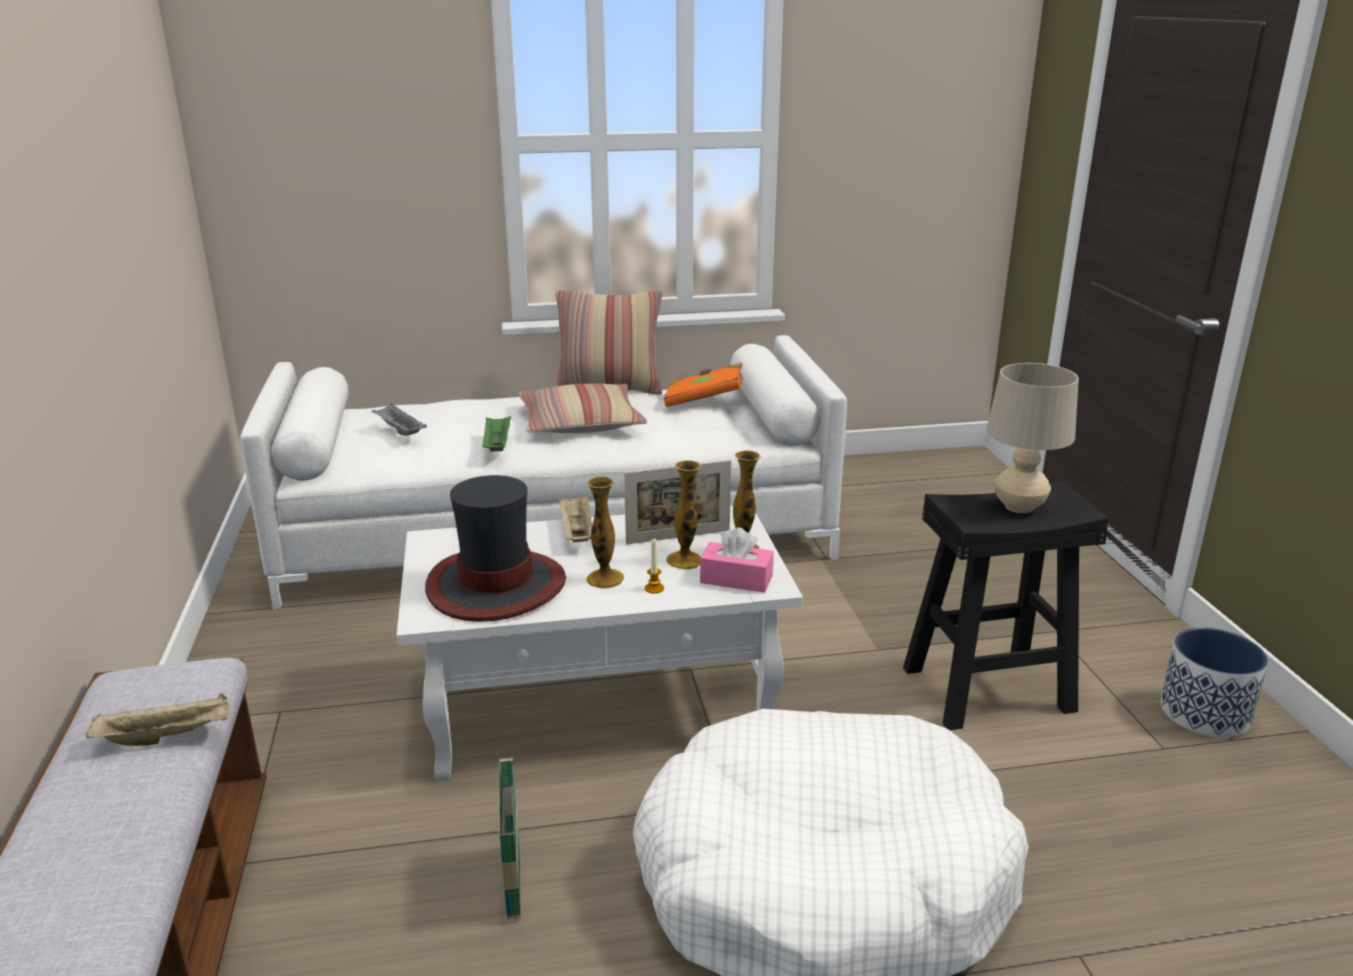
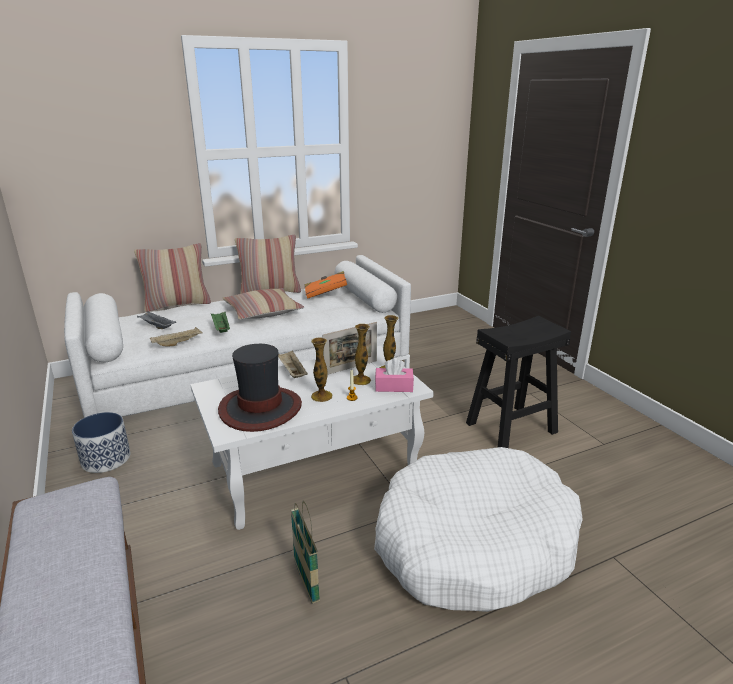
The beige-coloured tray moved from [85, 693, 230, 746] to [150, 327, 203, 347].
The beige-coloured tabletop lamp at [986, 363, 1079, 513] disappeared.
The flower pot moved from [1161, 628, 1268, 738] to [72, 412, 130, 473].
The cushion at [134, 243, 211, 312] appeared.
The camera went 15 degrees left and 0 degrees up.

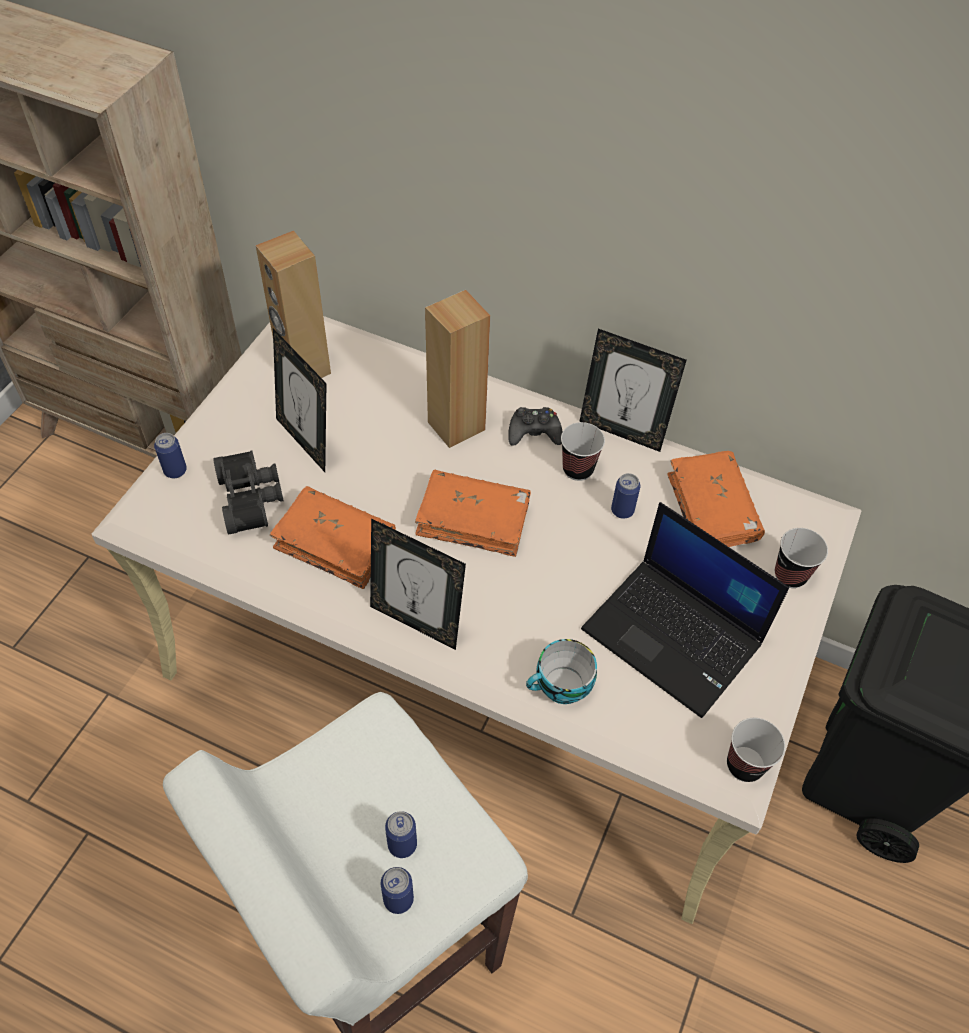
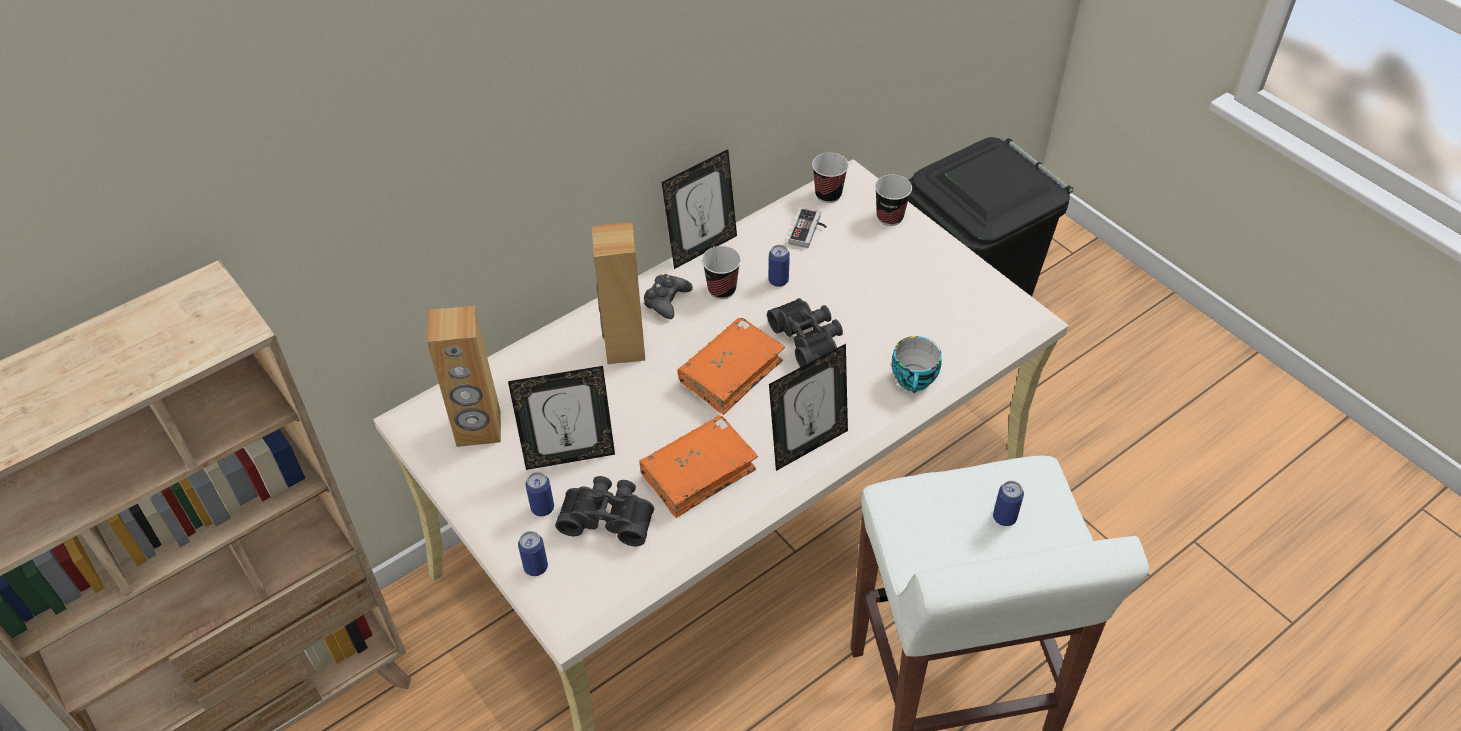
The sealed can moved from [381, 867, 414, 914] to [525, 472, 554, 516].
The laptop at [581, 502, 789, 718] disappeared.
The orange-coloured volume at [668, 451, 765, 547] was replaced by the joypad at [788, 208, 827, 248].
The drinking cup moved from [727, 718, 785, 782] to [812, 153, 849, 203].
The blackish binoculars at [767, 298, 843, 367] appeared.
The camera went 60 degrees left and 5 degrees down.

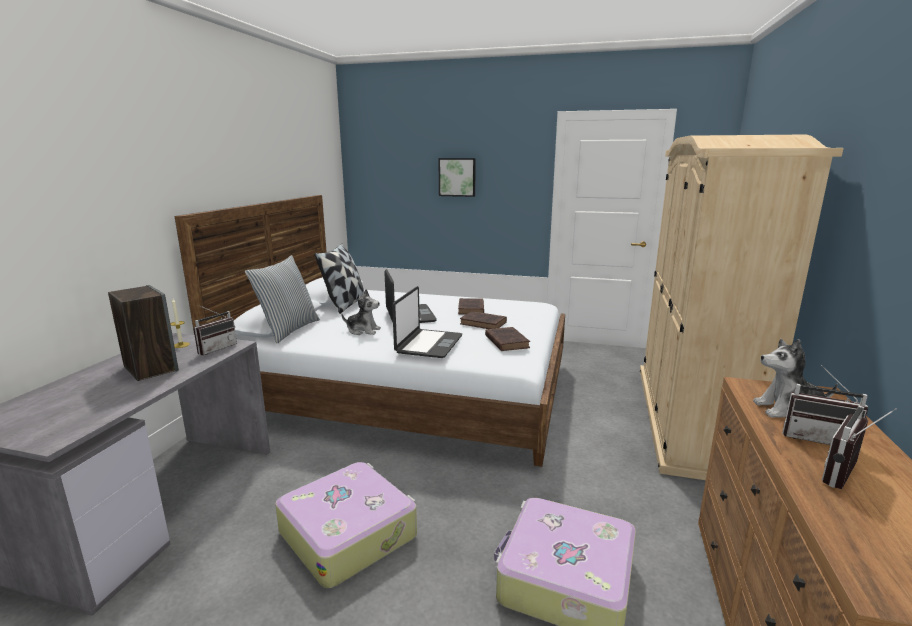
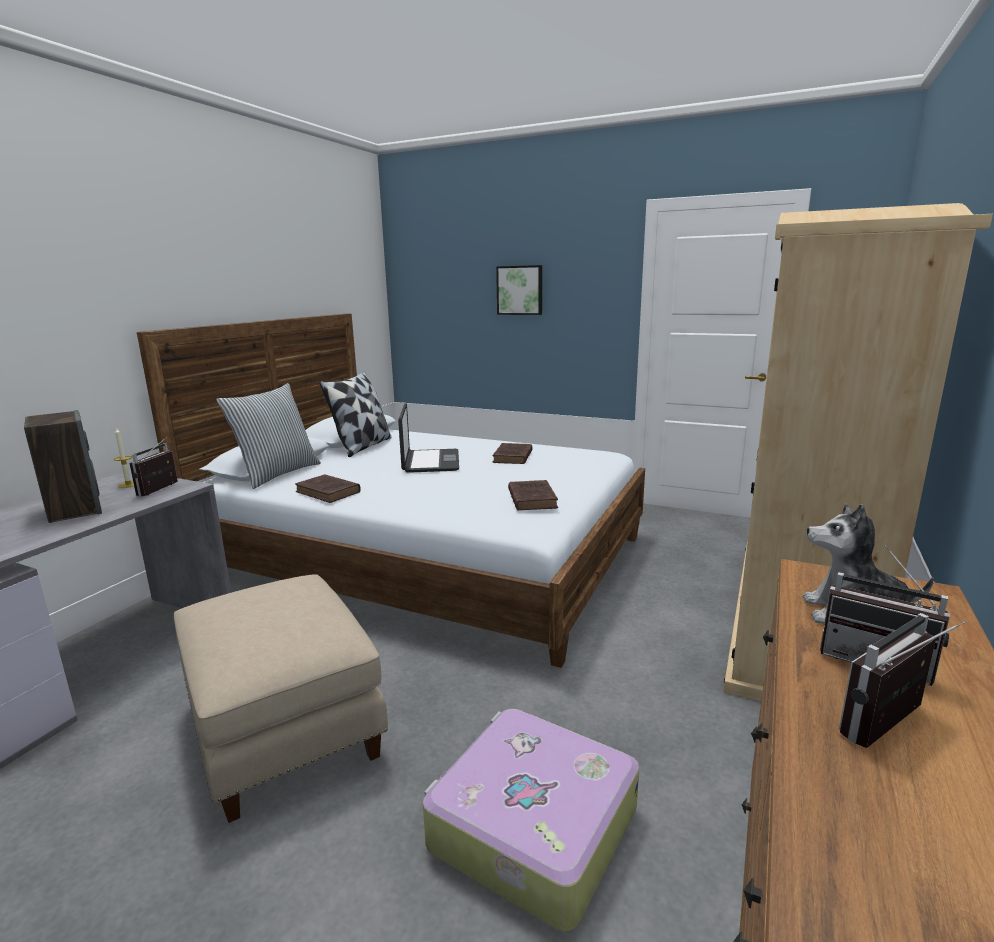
The radio set at [193, 306, 237, 356] turned 150 degrees clockwise.
The piece of luggage at [275, 462, 417, 589] was replaced by the beige-coloured footrest at [174, 574, 388, 823].
The soft toy at [341, 289, 381, 335] disappeared.
The laptop at [392, 286, 462, 358] disappeared.
The brownish volume moved from [460, 311, 507, 329] to [295, 474, 361, 503].
The camera went 10 degrees right and 0 degrees up.

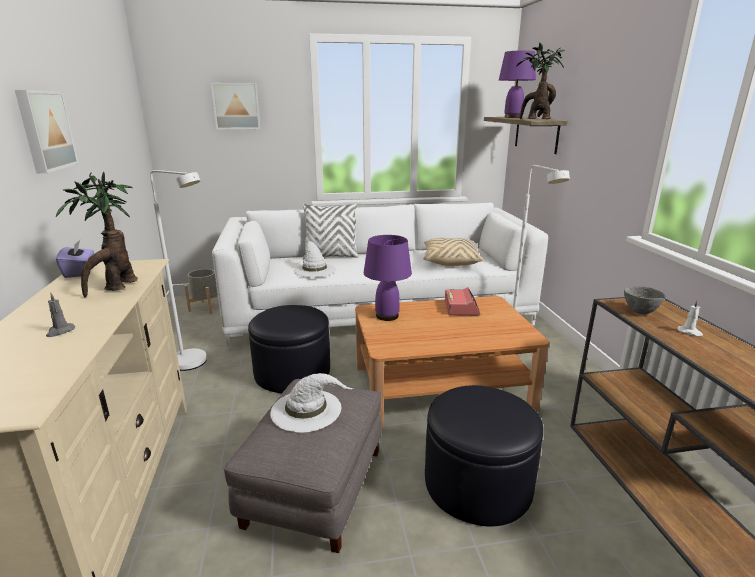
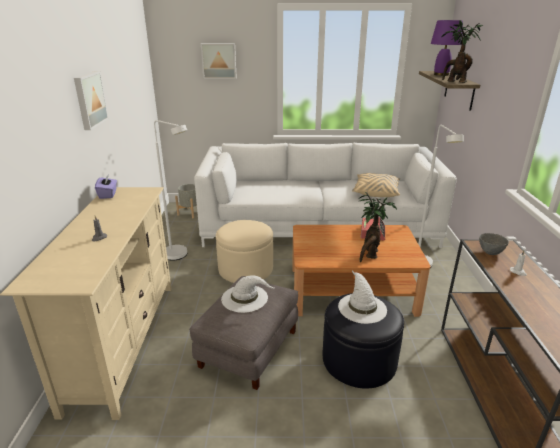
The houseplant moved from [56, 172, 138, 298] to [359, 192, 397, 262].
The blackish footrest at [248, 305, 330, 393] became the beige-coloured footrest at [216, 220, 273, 283].
The white clothing hat moved from [294, 241, 336, 278] to [338, 270, 387, 324].
The white cushion at [303, 204, 359, 259] disappeared.
The purple tabletop lamp at [364, 235, 412, 321] disappeared.
The camera went 10 degrees right and 5 degrees up.

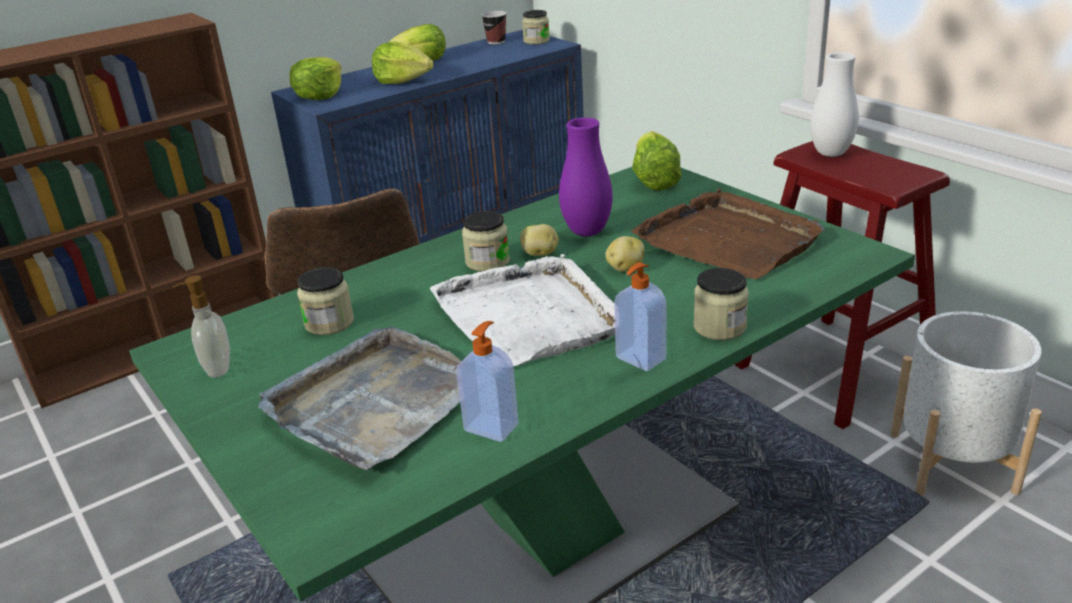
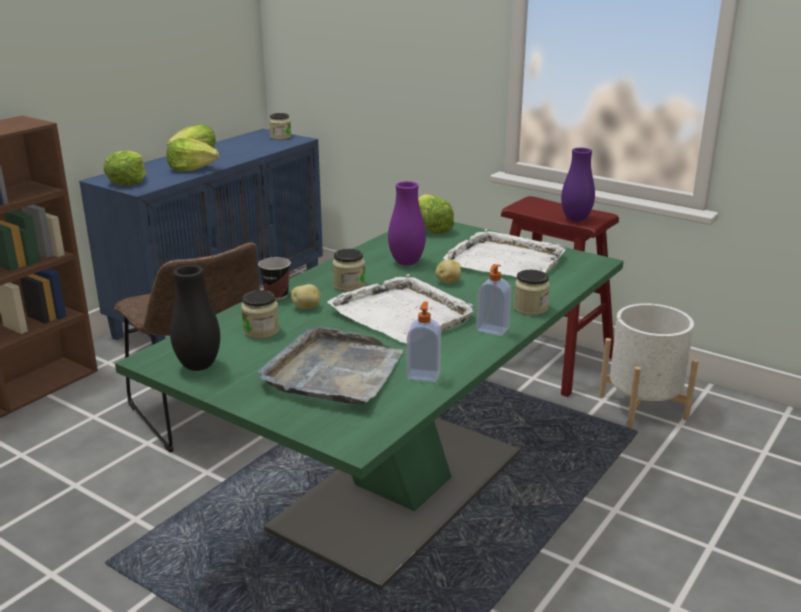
The soap dispenser at [173, 275, 230, 378] was replaced by the blackish decorative vase at [170, 265, 220, 371].
The drinking cup moved from [482, 11, 507, 45] to [258, 257, 291, 300].
The spud moved from [520, 224, 559, 256] to [291, 284, 321, 309].
The brownish tray at [631, 188, 825, 279] became the white tray at [443, 229, 566, 277].
The white decorative vase at [810, 52, 859, 157] disappeared.
The purple decorative vase at [561, 148, 595, 222] appeared.
The camera went 20 degrees left and 5 degrees down.

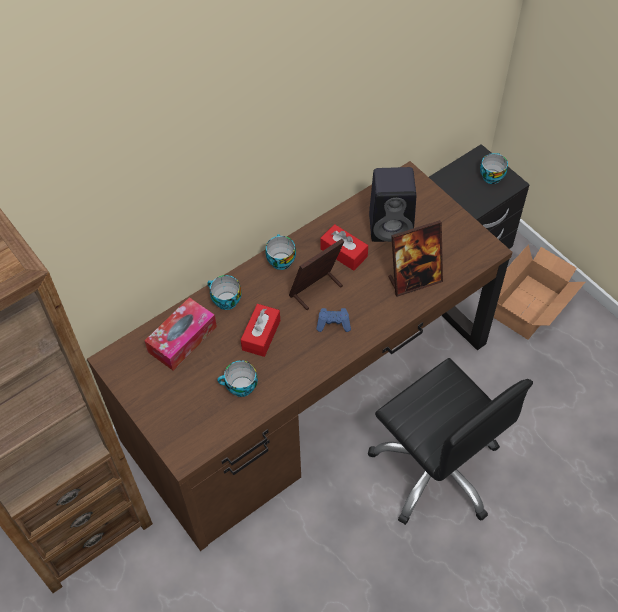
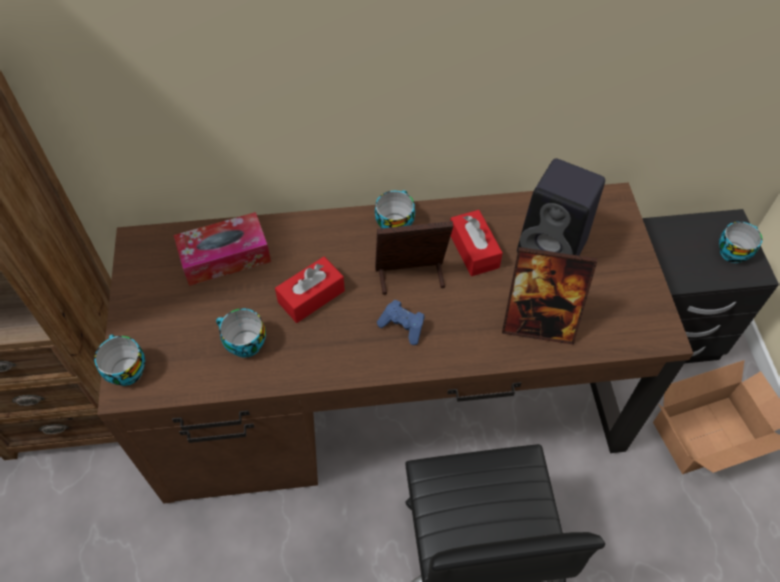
The drinking cup moved from [207, 275, 242, 310] to [94, 334, 145, 386].
The camera went 30 degrees right and 0 degrees up.

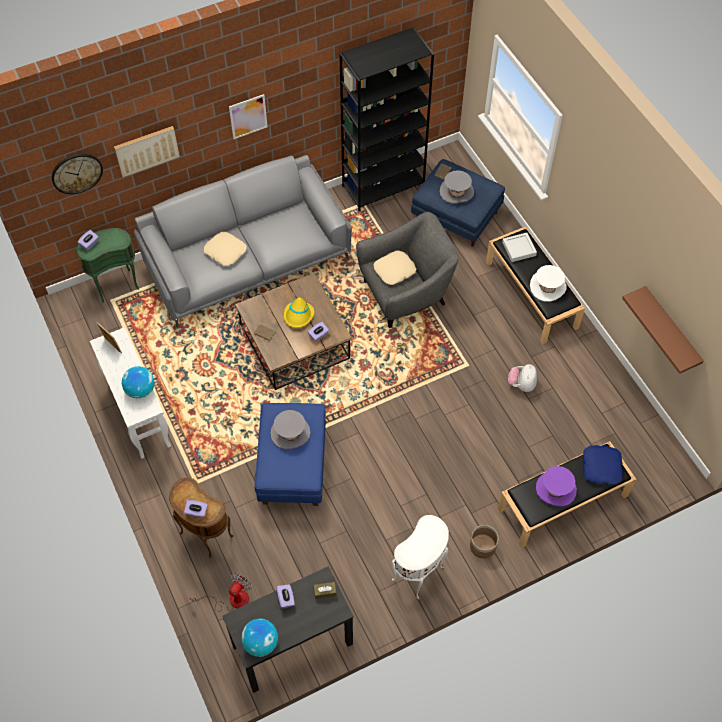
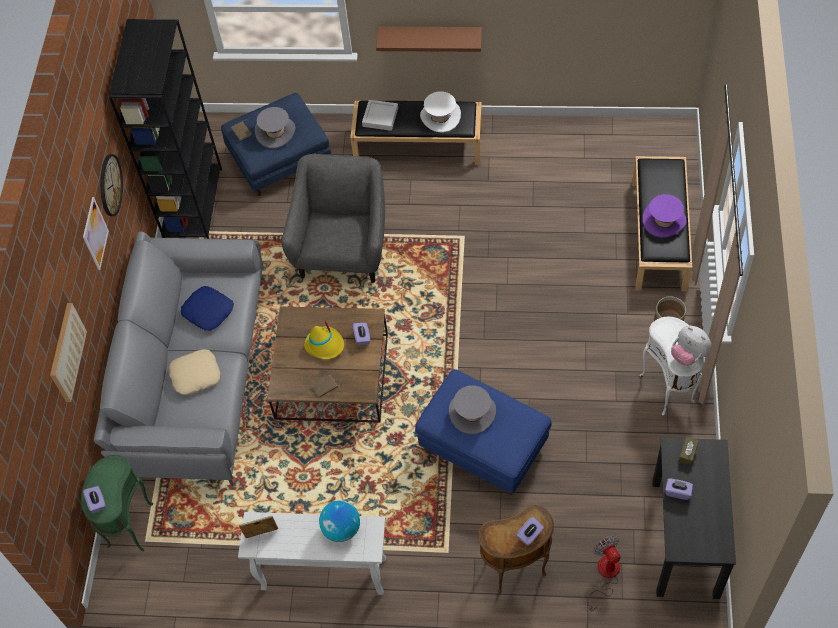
The clock on the wall moved from [52, 154, 103, 194] to [100, 154, 123, 216].
The globe at [241, 619, 278, 657] disappeared.
The beige-coloured cushion at [374, 251, 416, 285] disappeared.
The soft toy moved from [508, 364, 537, 392] to [671, 326, 712, 366].
The blue cushion moved from [583, 445, 623, 485] to [181, 286, 234, 331].
The brownish bracket shelf moved from [622, 286, 704, 374] to [376, 27, 482, 52].
The camera went 55 degrees left and 0 degrees up.

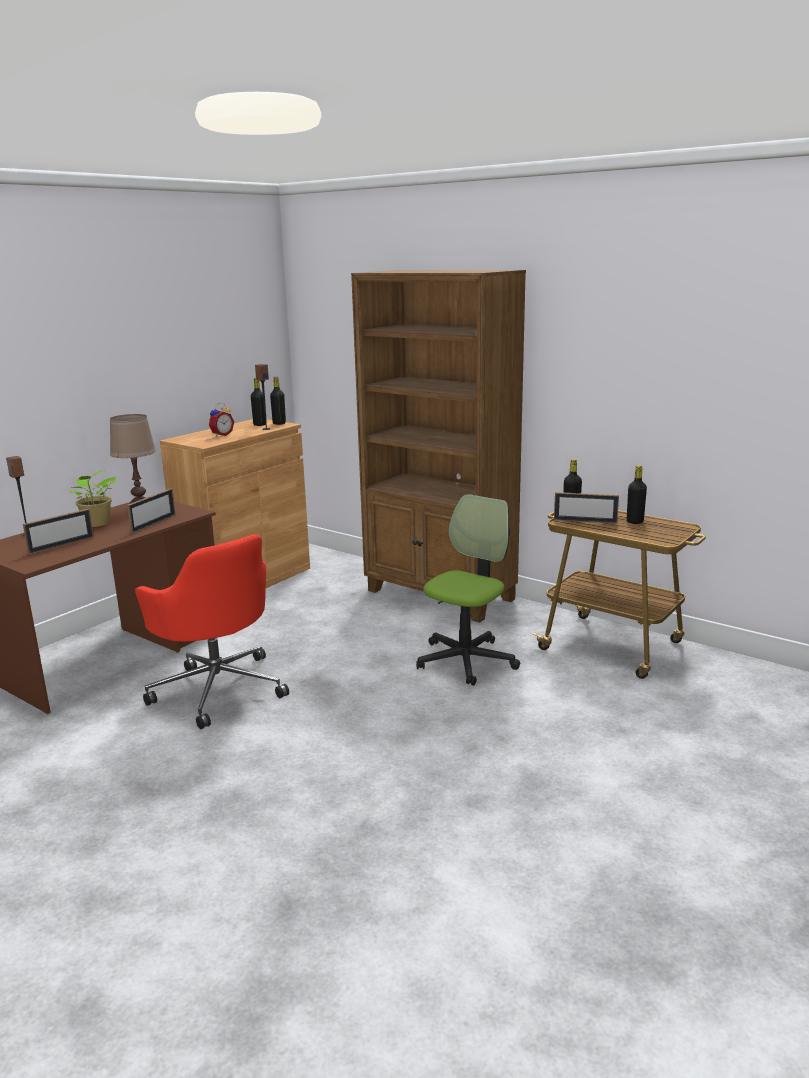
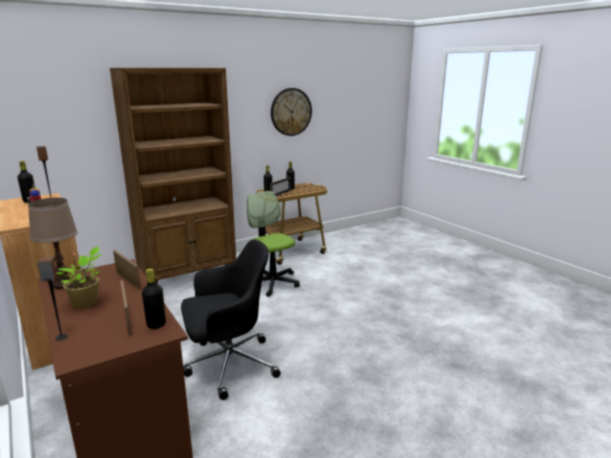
The red computer chair at [135, 534, 289, 729] became the blackish computer chair at [181, 239, 281, 400].
The blackish bottle moved from [270, 377, 286, 425] to [142, 269, 166, 329].
The clock on the wall at [271, 88, 312, 136] appeared.
The camera went 70 degrees left and 0 degrees up.

